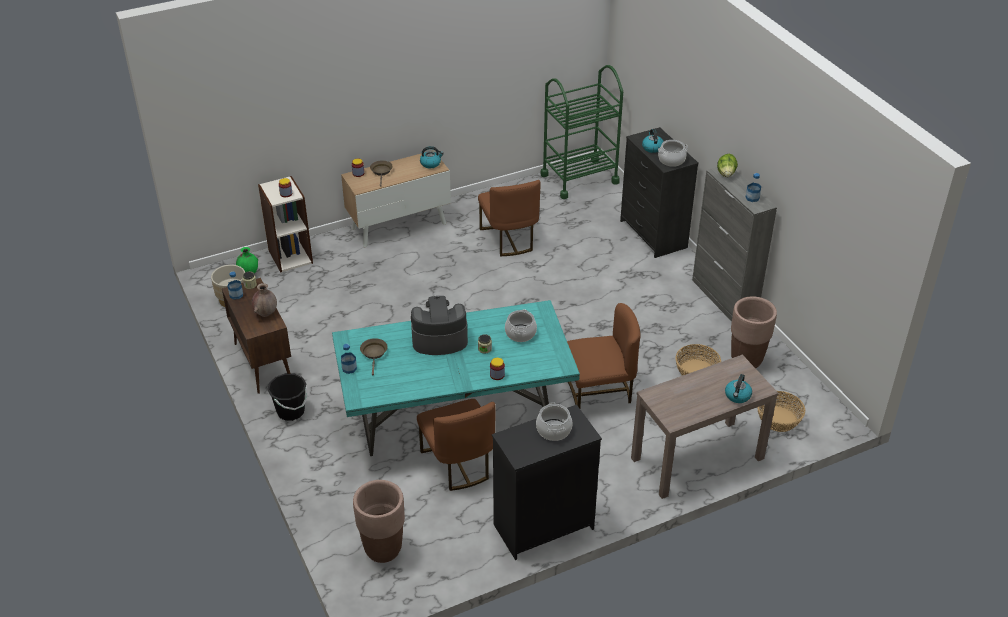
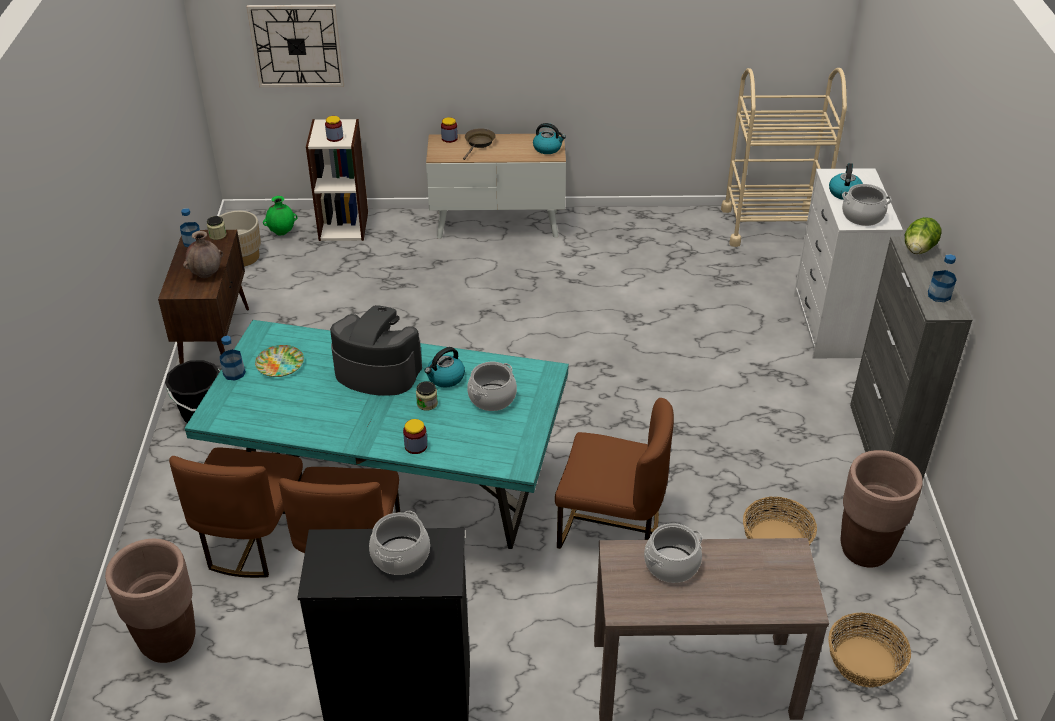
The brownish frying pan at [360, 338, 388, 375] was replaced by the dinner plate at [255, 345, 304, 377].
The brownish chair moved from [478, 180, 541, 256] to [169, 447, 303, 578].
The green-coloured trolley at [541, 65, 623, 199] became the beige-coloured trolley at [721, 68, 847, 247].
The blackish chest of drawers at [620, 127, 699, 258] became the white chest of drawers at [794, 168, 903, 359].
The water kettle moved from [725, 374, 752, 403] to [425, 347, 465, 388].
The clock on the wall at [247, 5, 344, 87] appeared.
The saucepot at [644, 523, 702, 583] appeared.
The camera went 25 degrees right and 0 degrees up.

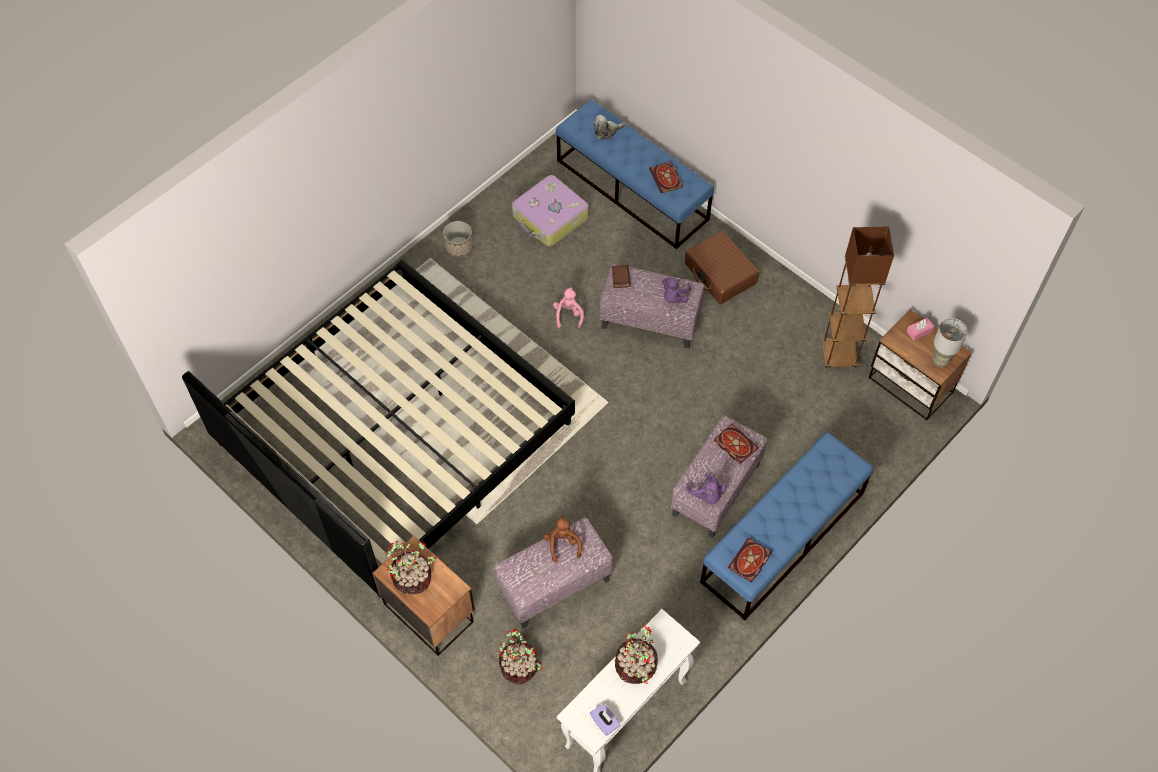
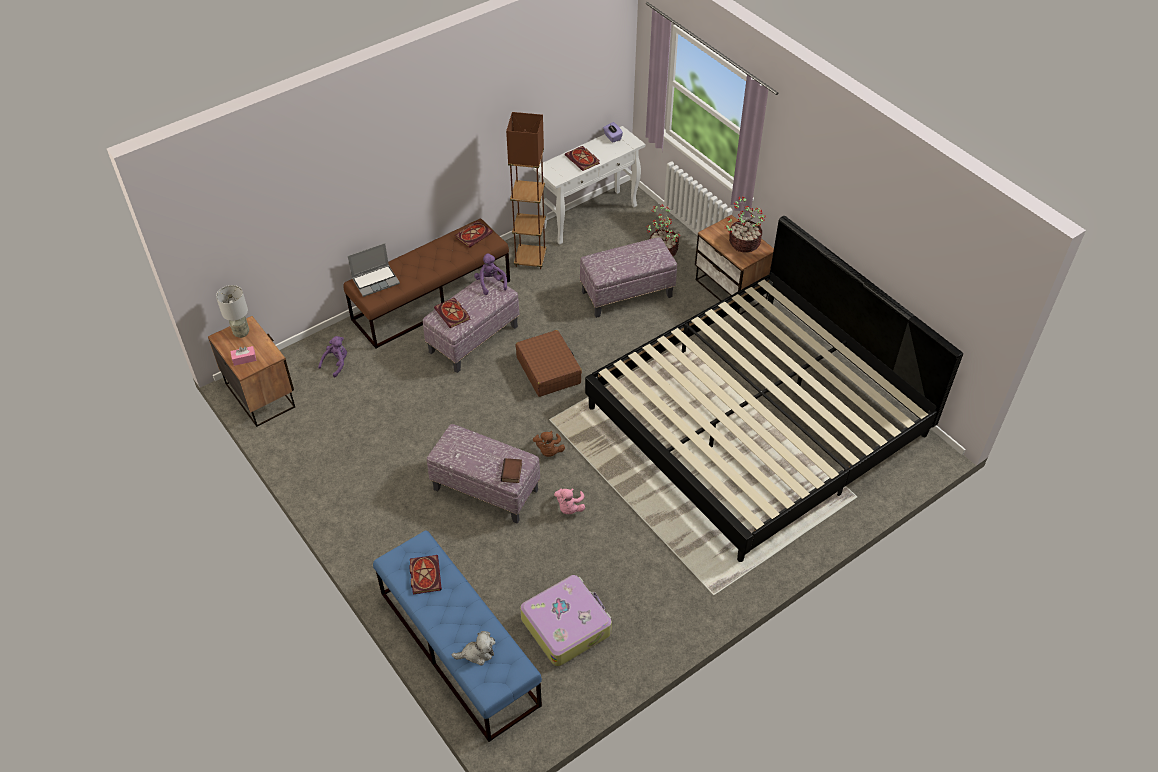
The flower pot at [443, 221, 473, 257] disappeared.
The brownish soft toy moved from [544, 515, 582, 563] to [533, 431, 565, 457].
The houseplant at [615, 625, 658, 684] was replaced by the volume at [565, 146, 600, 171].
The purple soft toy moved from [662, 277, 691, 303] to [318, 336, 347, 378].
The brownish piece of luggage moved from [685, 231, 759, 304] to [515, 330, 582, 397].
The blue bench at [700, 433, 874, 620] became the brownish bench at [344, 218, 510, 349].
The brownish standard lamp moved from [822, 227, 894, 368] to [506, 112, 547, 269].
The laptop at [348, 243, 400, 297] appeared.
The camera went 170 degrees left and 10 degrees down.

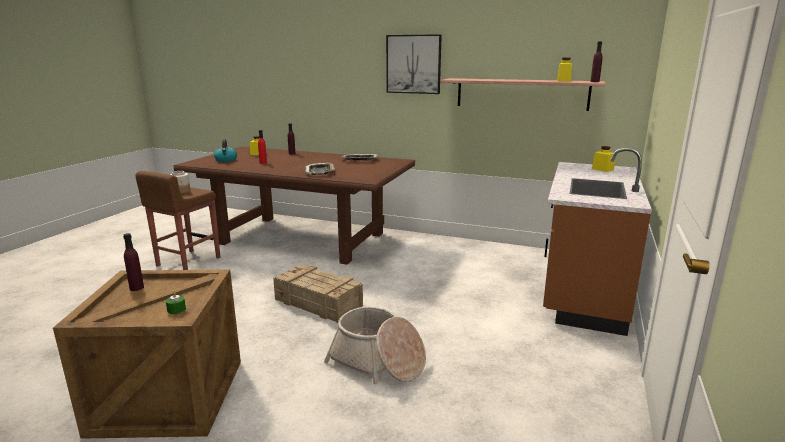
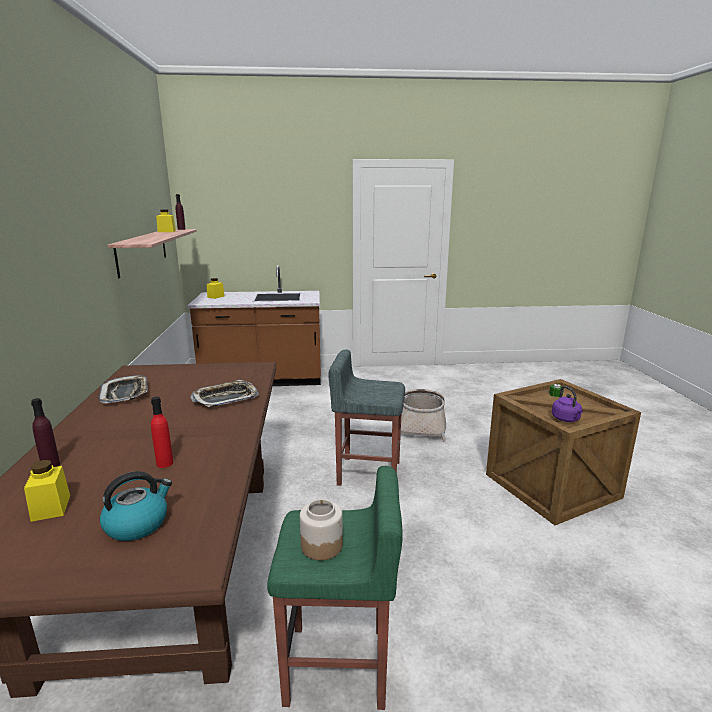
The purple bottle at [123, 233, 144, 291] was replaced by the purple water kettle at [552, 386, 583, 422].
The brownish sitting stool at [136, 171, 221, 270] became the green-coloured sitting stool at [267, 466, 403, 710].
The shipping crate at [273, 265, 363, 323] was replaced by the gray sitting stool at [328, 349, 405, 486].
The wall picture at [386, 34, 442, 94] disappeared.
The camera went 115 degrees left and 0 degrees up.

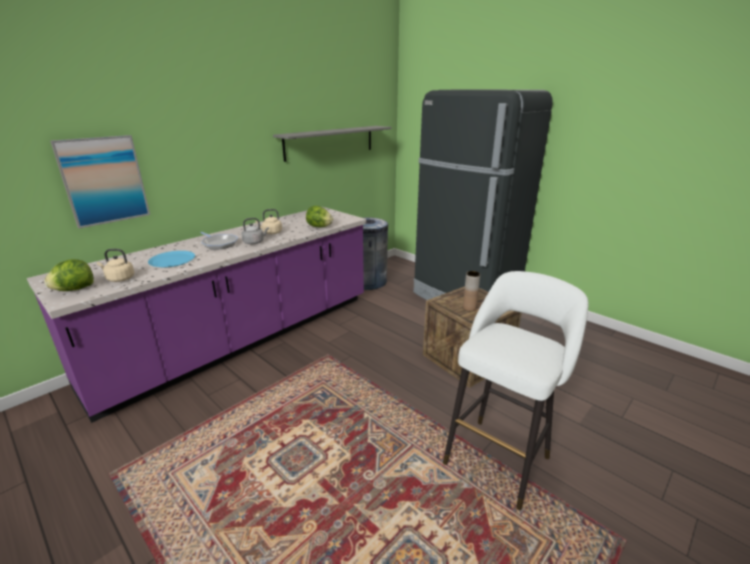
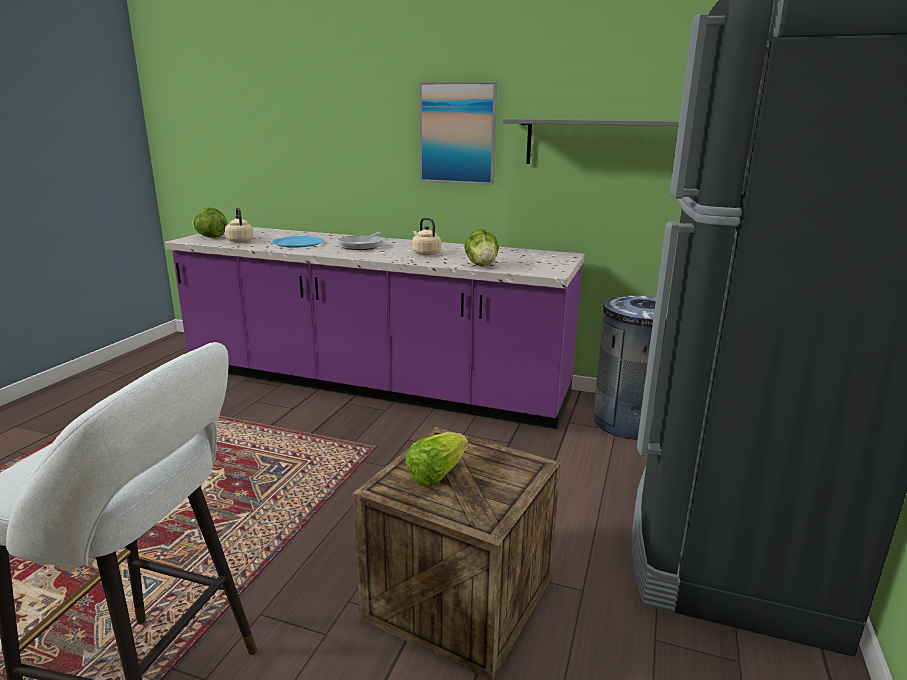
The wall picture moved from [50, 135, 150, 228] to [419, 82, 497, 185].
The gray water kettle at [242, 218, 269, 244] disappeared.
The brownish decorative vase at [463, 271, 480, 311] was replaced by the head of lettuce at [405, 432, 468, 486].
The camera went 65 degrees right and 5 degrees down.

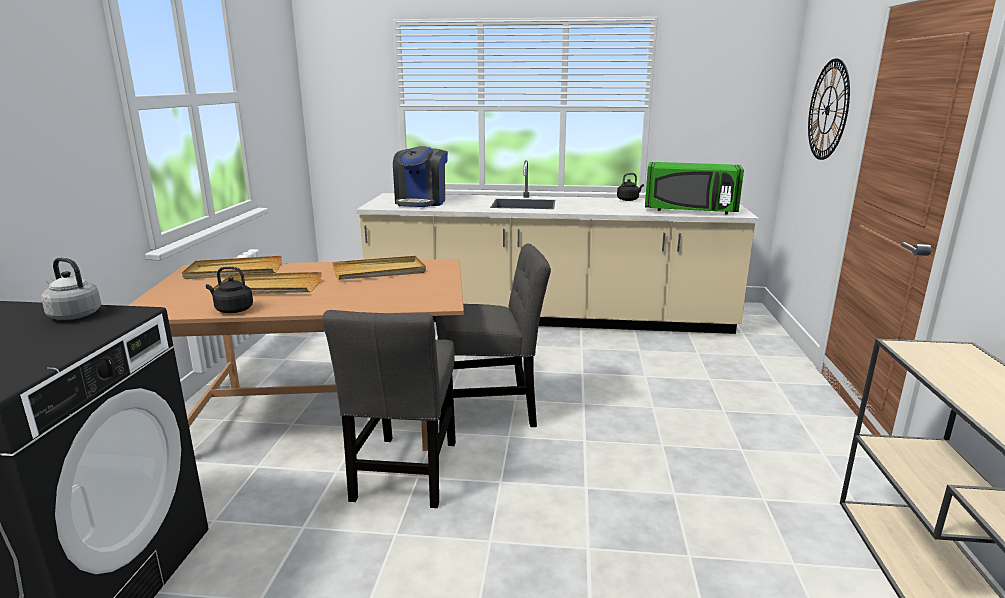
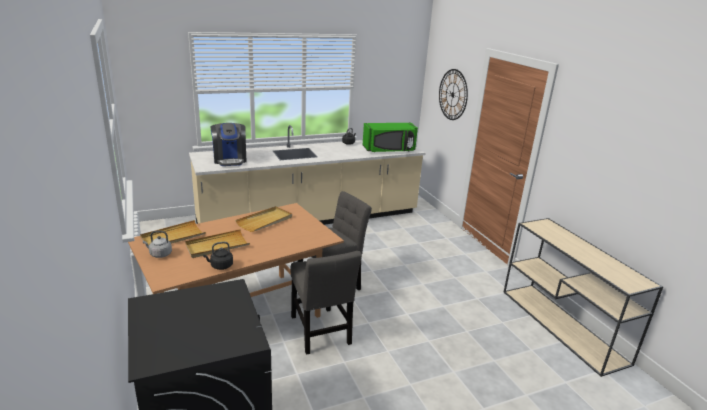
The gray water kettle moved from [41, 258, 101, 320] to [143, 231, 172, 258].
The camera went 30 degrees left and 5 degrees up.

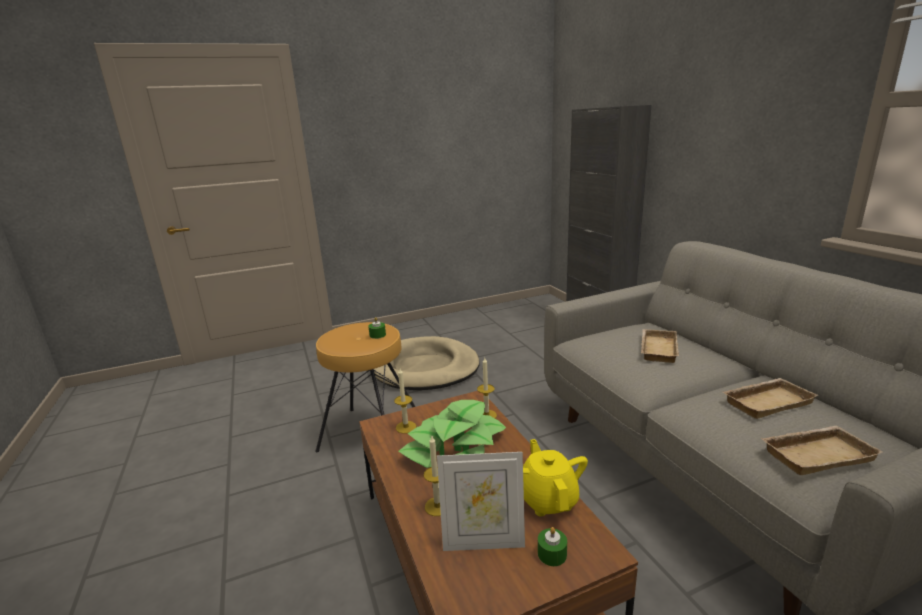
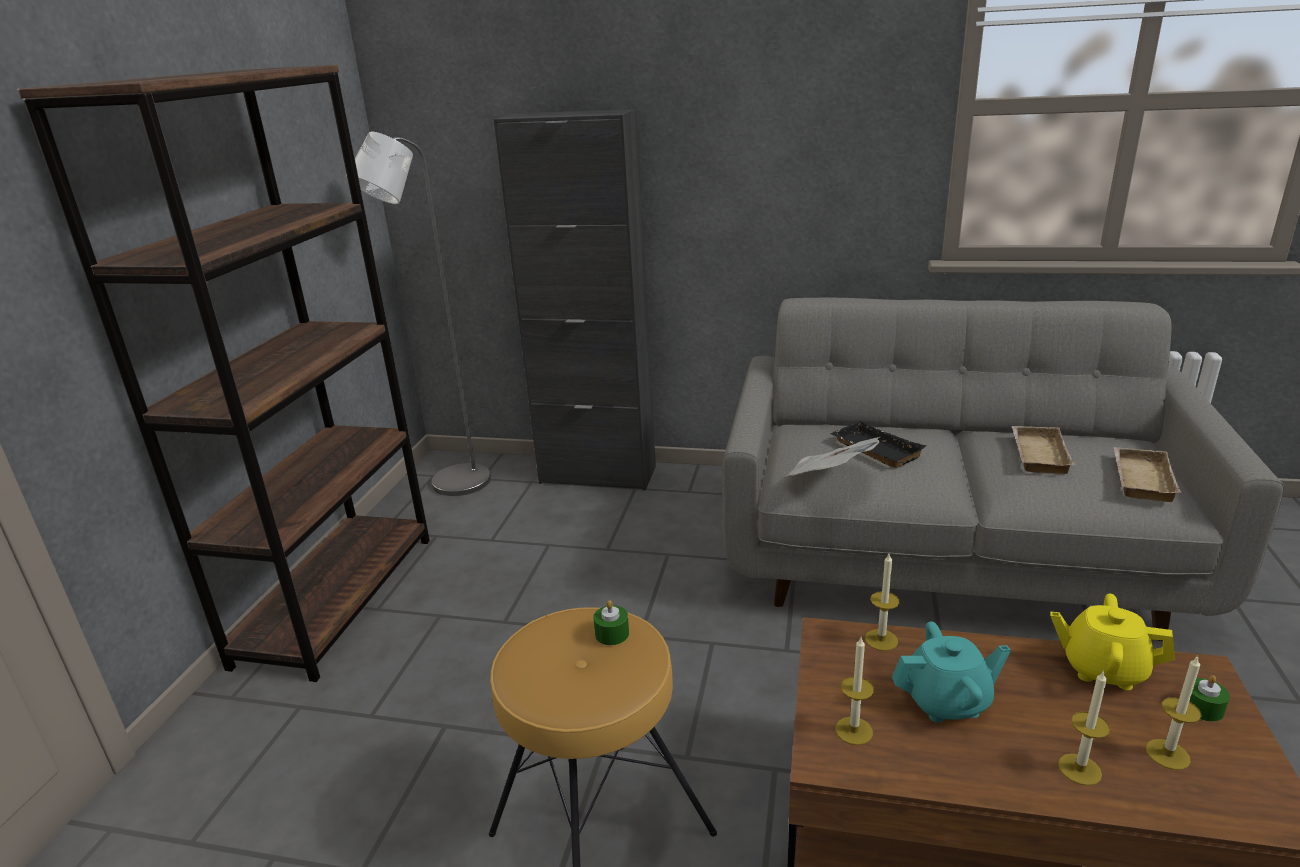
The beige-coloured dog bed at [374, 336, 480, 390] disappeared.
The houseplant at [398, 400, 506, 468] was replaced by the turquoise tea pot at [892, 621, 1011, 723].
The standing frame at [437, 452, 525, 551] was replaced by the wax candle at [1146, 655, 1201, 770].
The beige-coloured tray at [641, 329, 679, 363] became the blackish tray at [830, 420, 926, 468].
The brownish shelving unit at [17, 65, 430, 682] appeared.
The gray standard lamp at [345, 132, 491, 496] appeared.
The printed paper at [784, 437, 880, 477] appeared.
The camera went 55 degrees left and 5 degrees up.

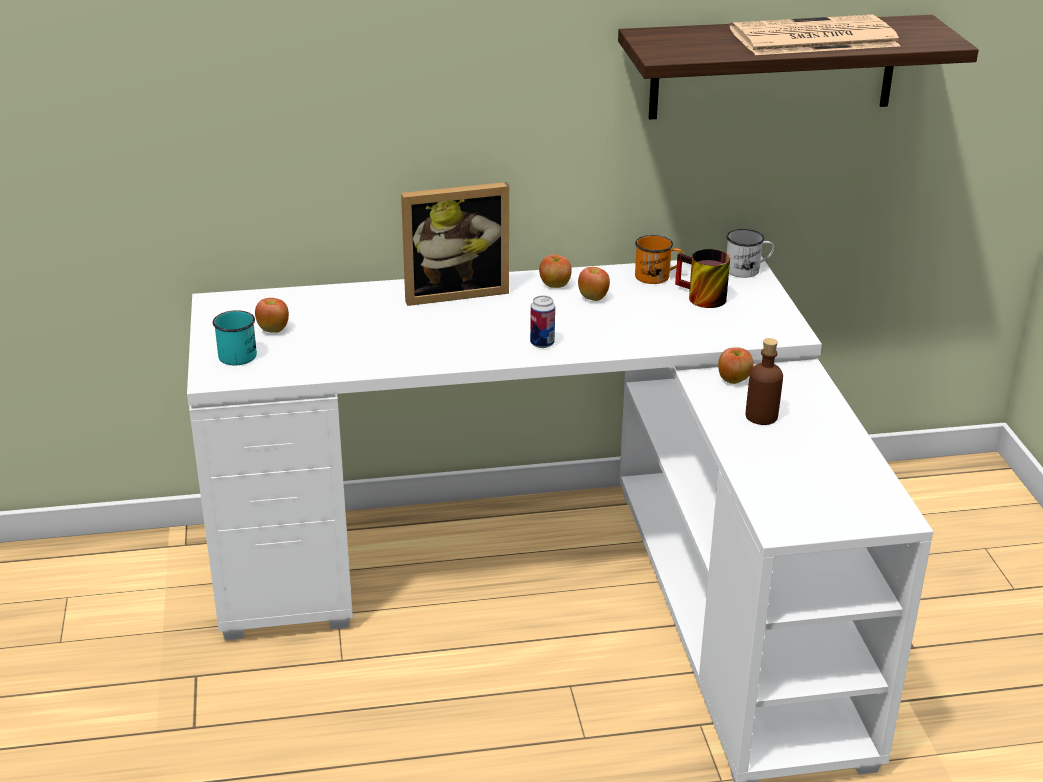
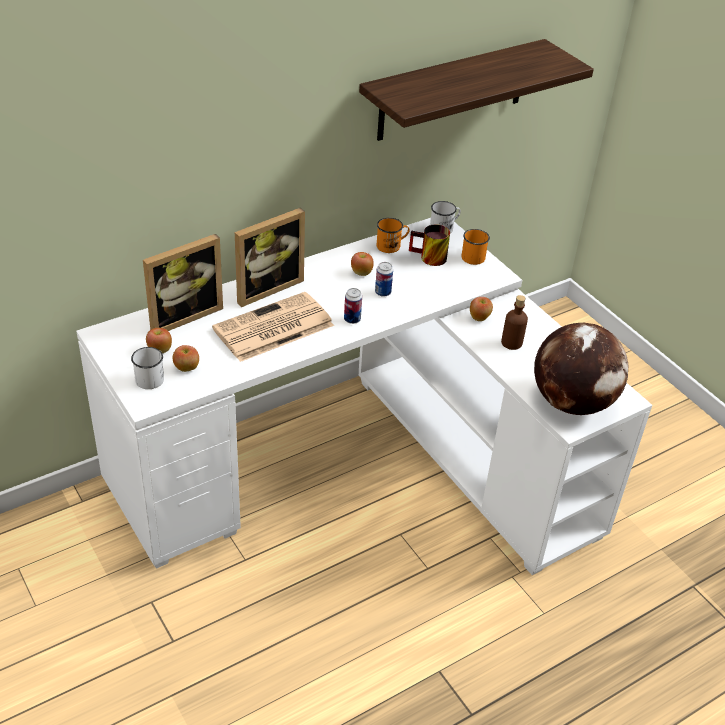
The turquoise coffee mug at [213, 310, 257, 365] became the white coffee mug at [131, 347, 164, 389].
The whole apple moved from [539, 254, 572, 288] to [173, 345, 199, 372].
The printed paper moved from [730, 14, 900, 55] to [212, 292, 334, 362].
The standing frame at [143, 234, 223, 331] appeared.
The sealed can at [375, 262, 393, 297] appeared.
The orange-coloured coffee mug at [461, 229, 490, 265] appeared.
The globe at [534, 322, 628, 415] appeared.
The camera went 25 degrees left and 10 degrees up.

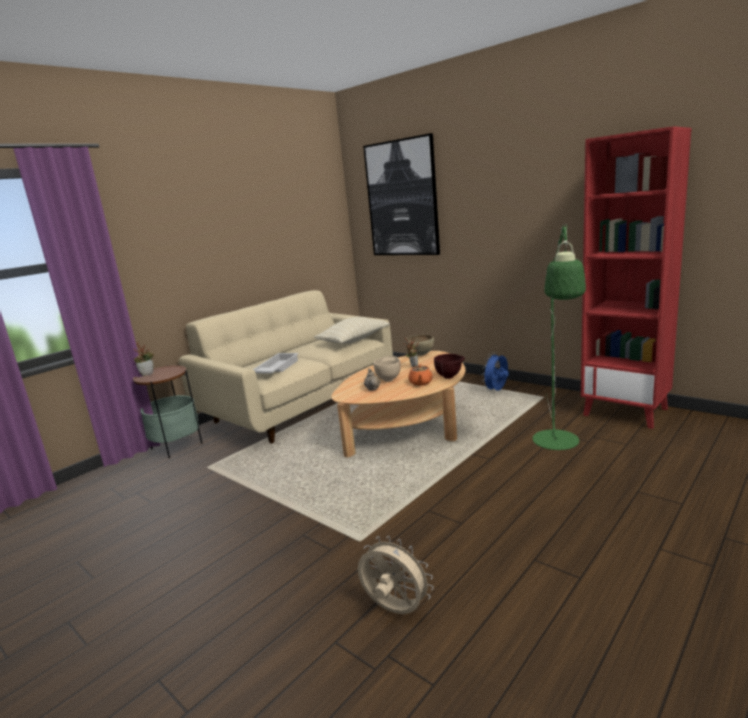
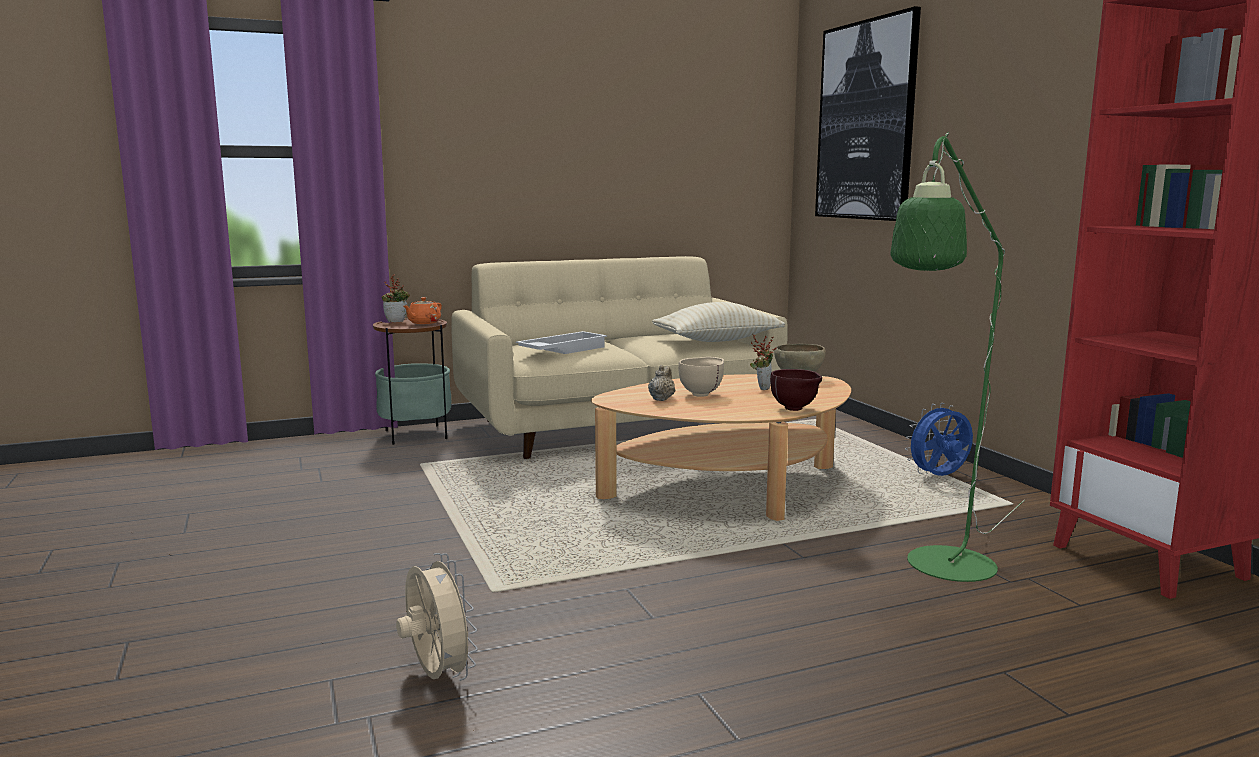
The orange-coloured tea pot moved from [408, 364, 433, 386] to [404, 297, 442, 324].
The camera went 25 degrees right and 5 degrees down.

